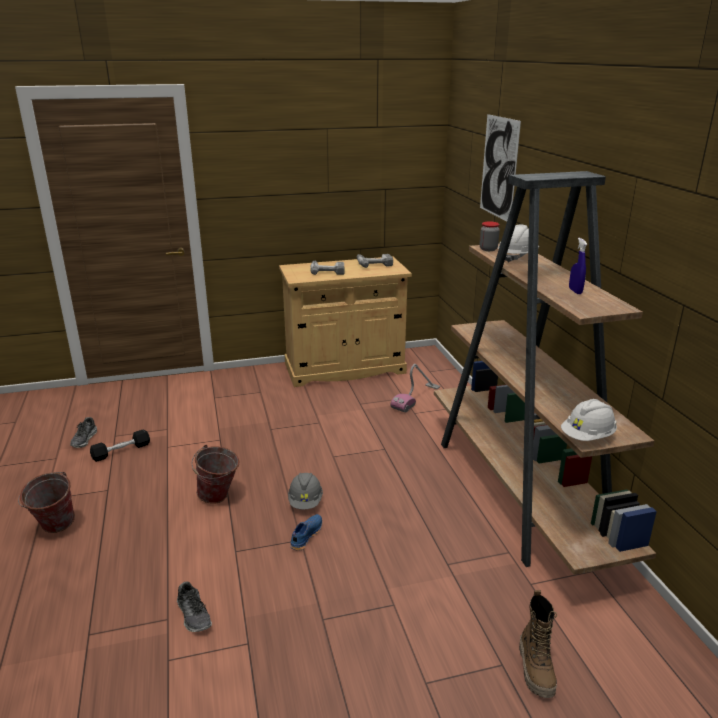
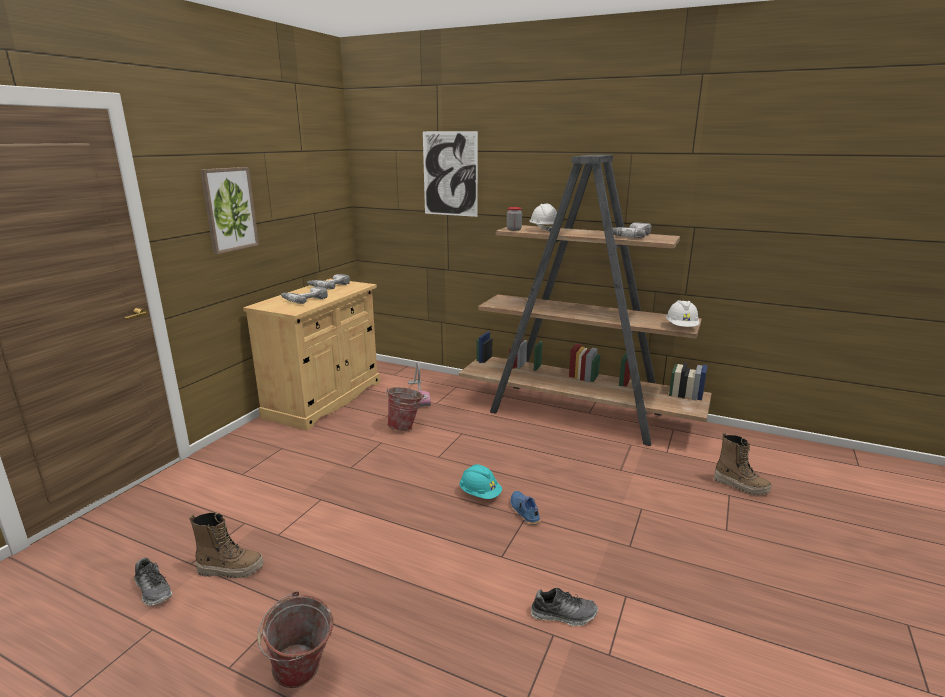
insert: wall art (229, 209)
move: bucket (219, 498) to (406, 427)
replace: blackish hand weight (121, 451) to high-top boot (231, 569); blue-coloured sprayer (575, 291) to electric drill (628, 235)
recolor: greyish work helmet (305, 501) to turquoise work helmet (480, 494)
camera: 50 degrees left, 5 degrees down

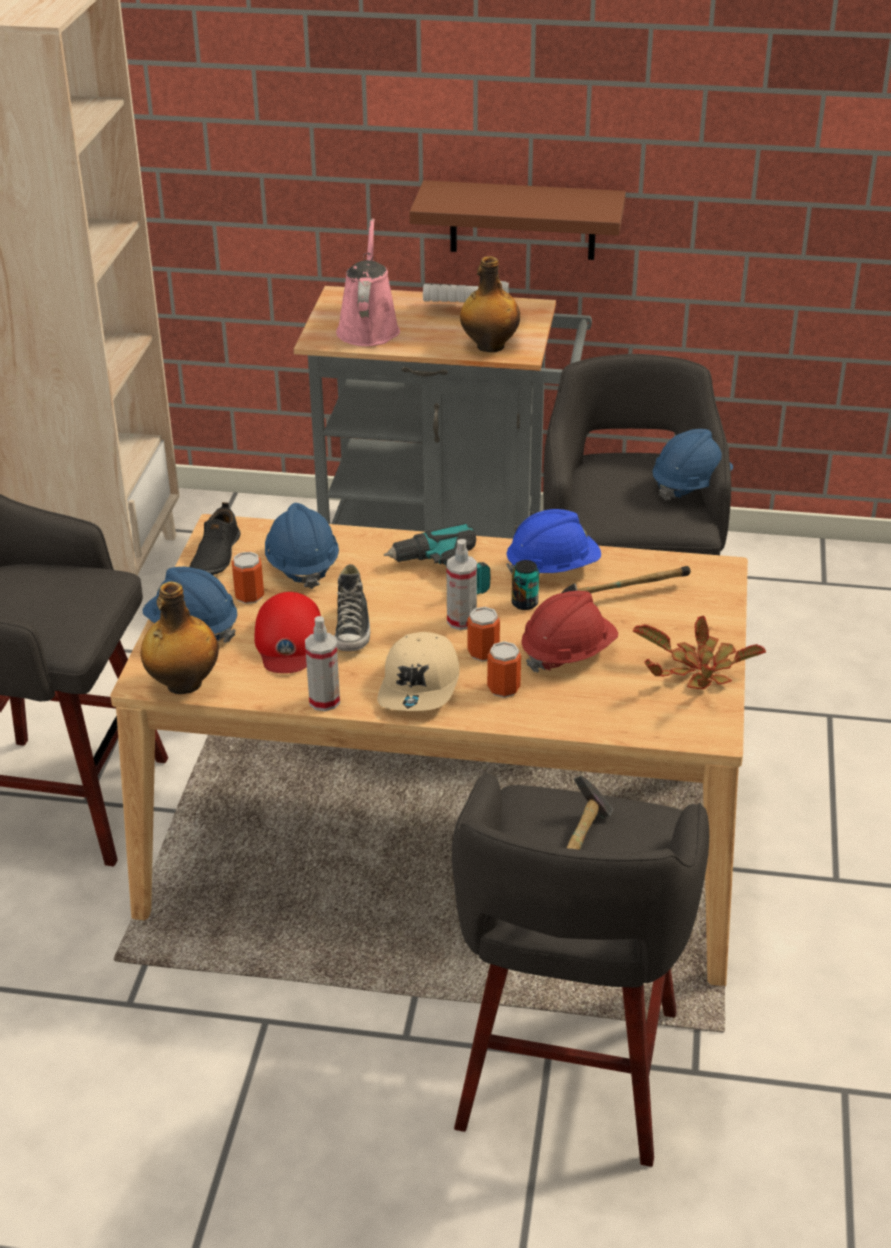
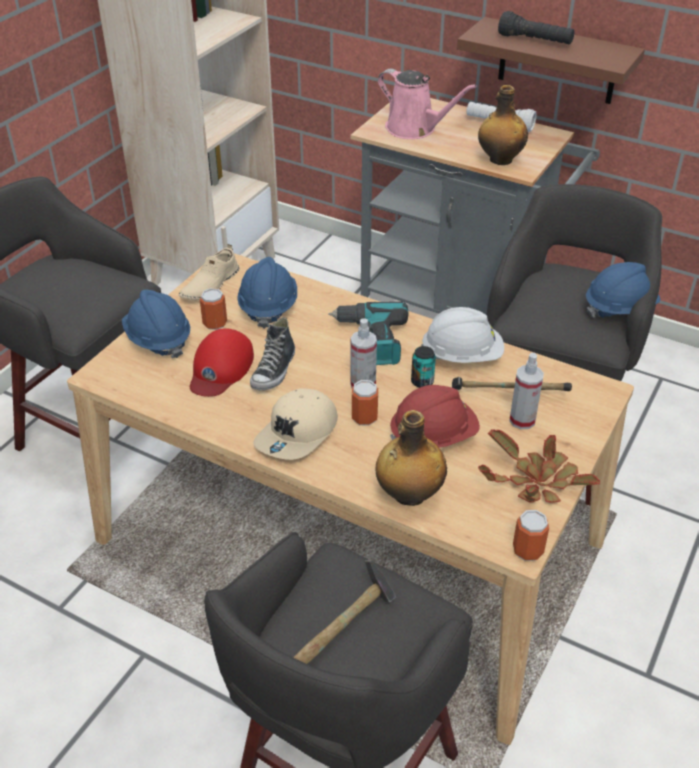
insert: blackish hand torch (535, 41)
move: beverage bottle (183, 684) to (408, 495); sprayer (324, 701) to (522, 420); sealed can (503, 688) to (527, 550)
recolor: blackish shoe (214, 556) to beige-coloured shoe (210, 285); blue-coloured work helmet (553, 568) to white work helmet (462, 356)
rotate: pink sprinkling can (368, 328) = (415, 129) 105 degrees clockwise
camera: 20 degrees right, 5 degrees up

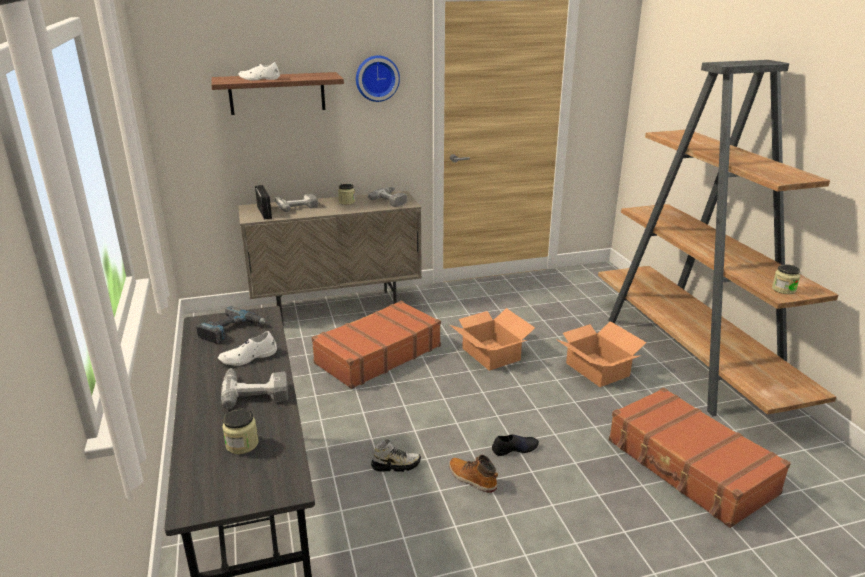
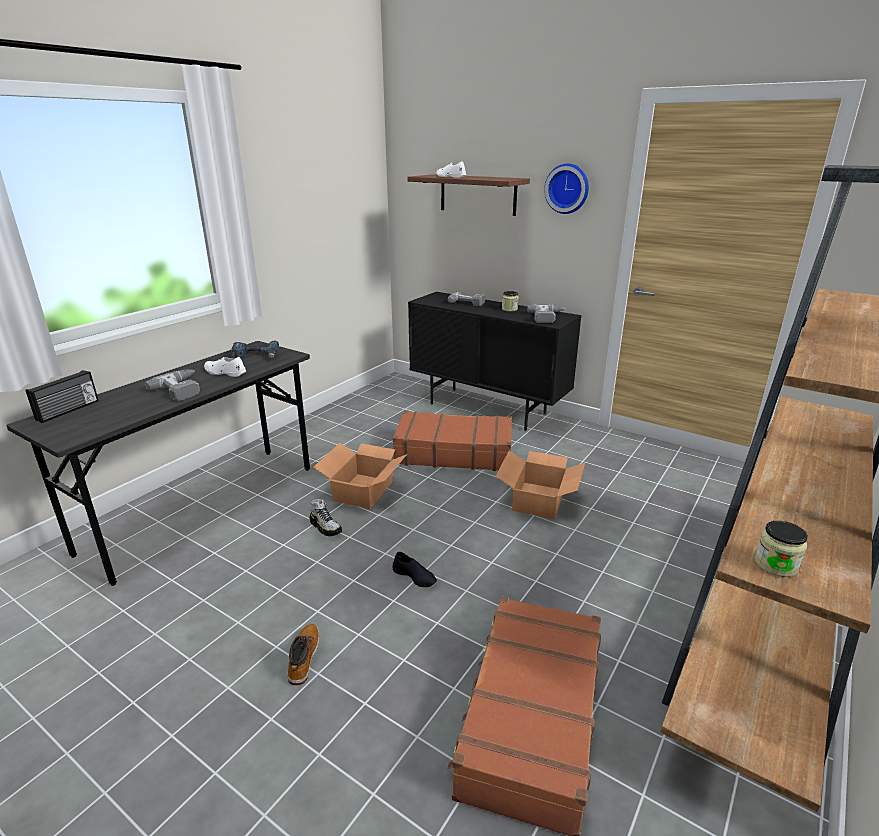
delete: jar (242, 444)
move: radio set (265, 212) to (68, 410); high-top boot (472, 479) to (303, 657); cardboard box (597, 369) to (364, 490)
recolor: beige-coloured cabinet (337, 308) to blackish cabinet (487, 409)
camera: 50 degrees right, 0 degrees up

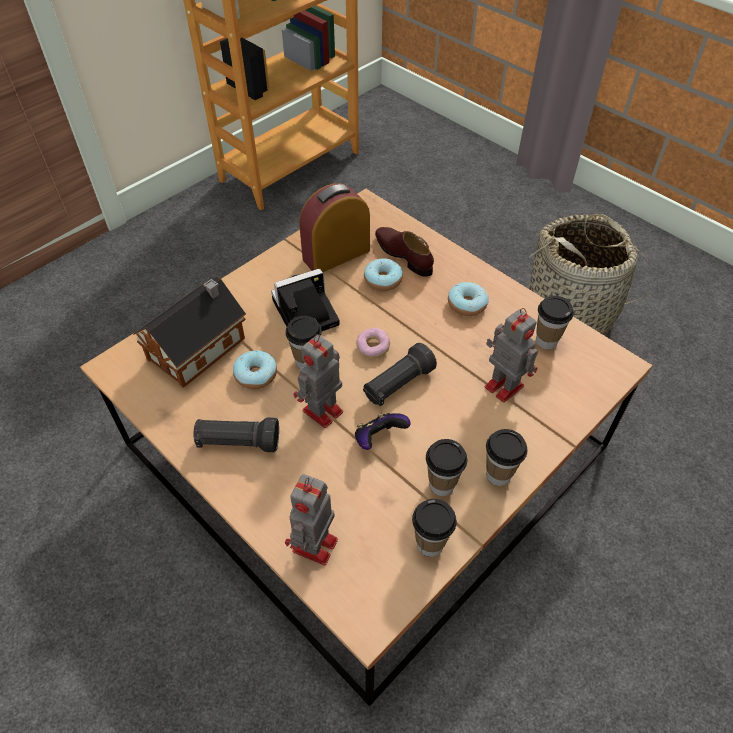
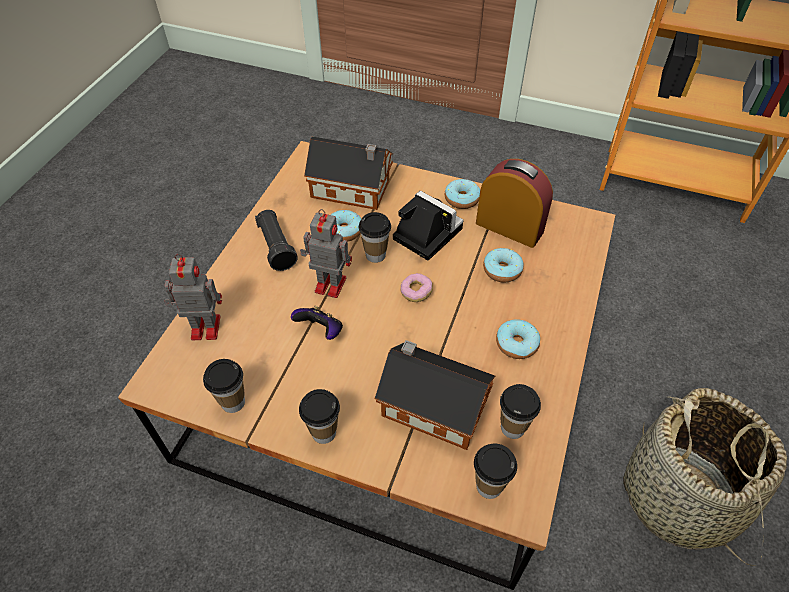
delete: blackish hand torch (398, 384); brownish shoe (403, 255)
insert: donut (462, 199)
move: drinking cup (441, 485) to (489, 486)
replace: robot figure (502, 385) to miniature house (430, 405)
camera: 65 degrees right, 0 degrees up

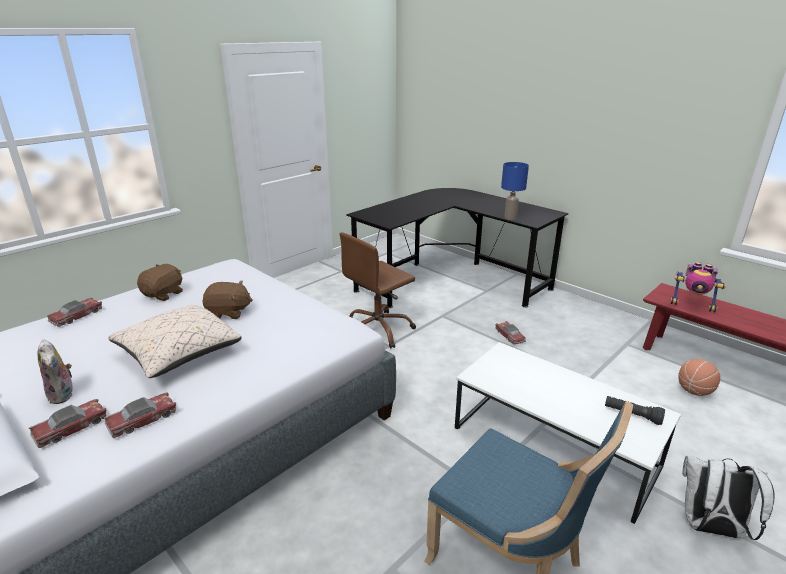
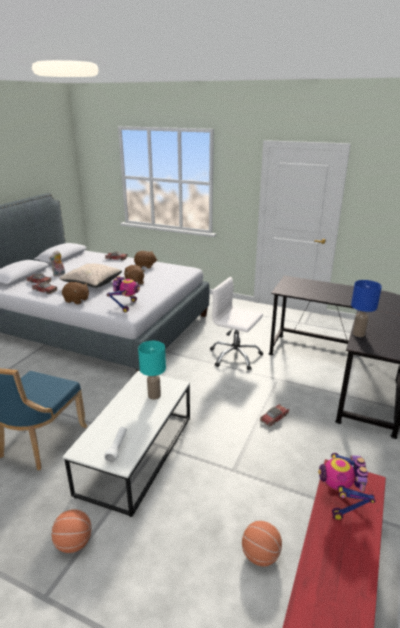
insert: brownish plush toy (76, 300); robot figure (126, 306); turquoise tabletop lamp (154, 396)
replace: white rucksack (710, 528) to basketball ball (73, 543)
recolor: brownish desk chair (378, 330) to white desk chair (235, 356); blackish hand torch (632, 415) to white hand torch (117, 448)
camera: 70 degrees right, 0 degrees up

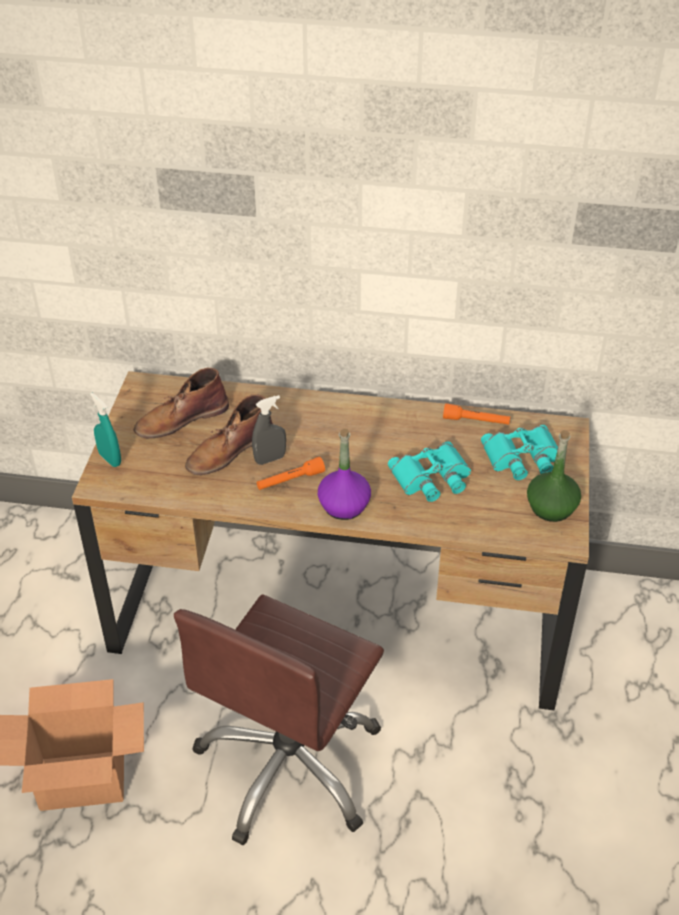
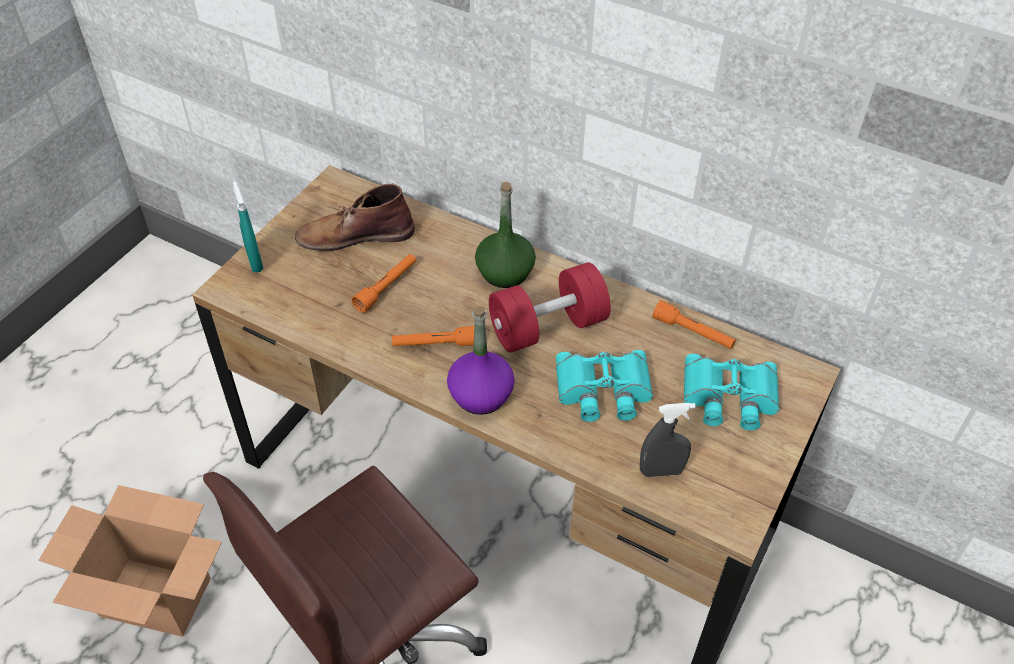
insert: red-coloured hand weight (547, 327)
move: greyish sprayer (270, 459) to (661, 471); green-coloured beverage bottle (551, 507) to (505, 272)
replace: brownish high-top boot (229, 450) to orange hand torch (386, 287)
camera: 20 degrees right, 5 degrees up

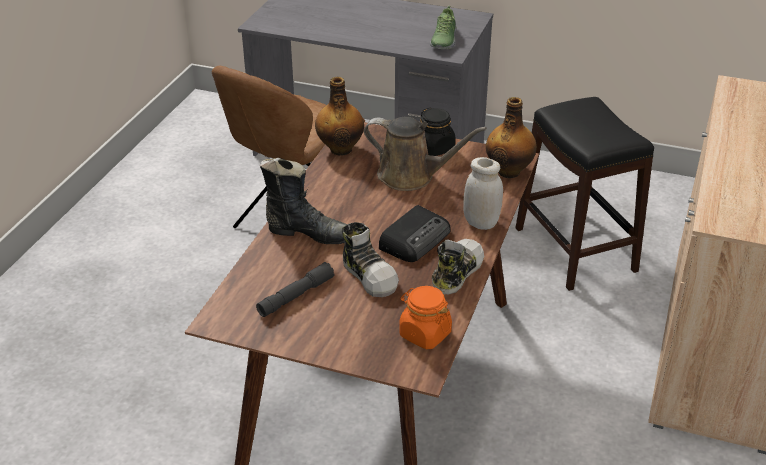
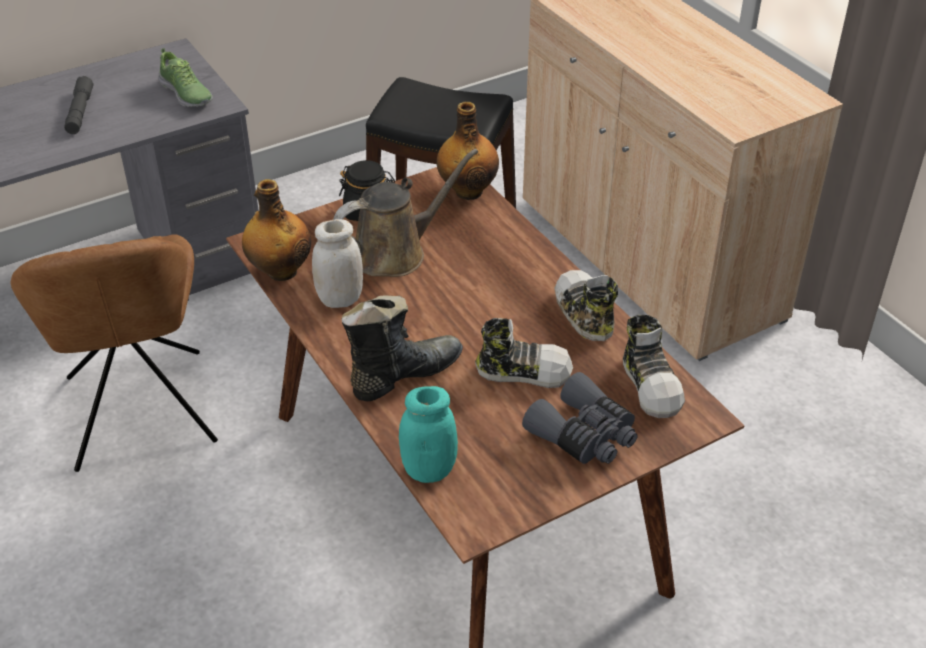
delete: radio set (415, 239)
insert: turquoise jar (429, 470); greyish binoculars (584, 435)
move: greyish hand torch (296, 296) to (80, 112); white jar (481, 223) to (340, 299)
replace: orange jar (424, 334) to shoe (651, 385)
camera: 50 degrees left, 5 degrees up

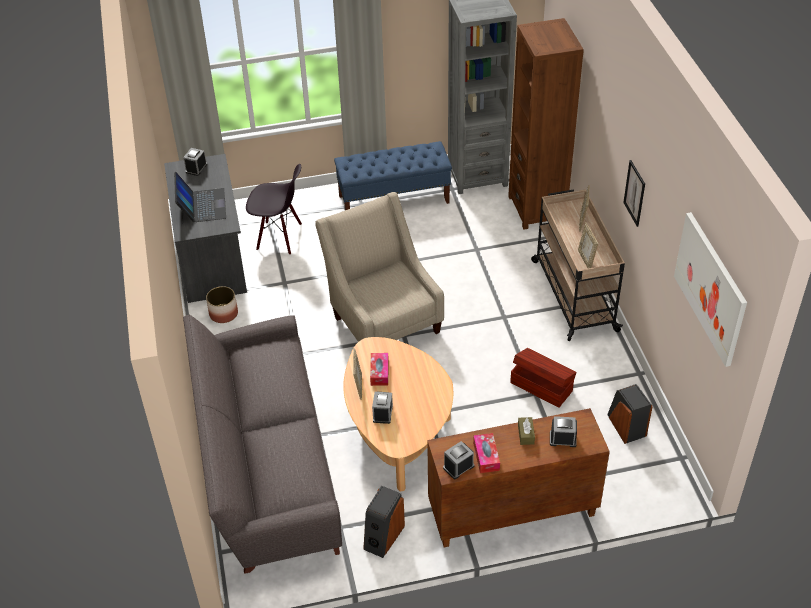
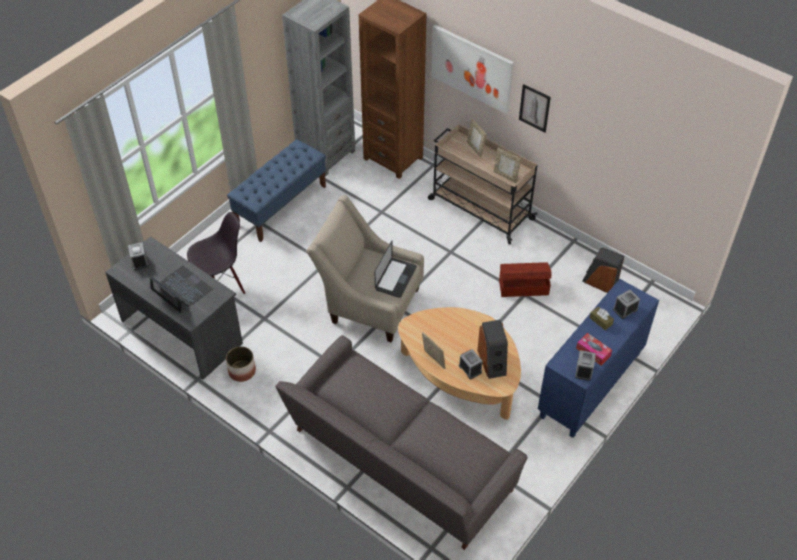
delete: tissue box (379, 372)
insert: notebook computer (396, 278)
move: loudspeaker (383, 536) to (492, 362); wall art (710, 288) to (472, 68)
recolor: brownish cabinet (512, 513) to blue-coloured cabinet (590, 386)
camera: 40 degrees left, 5 degrees up

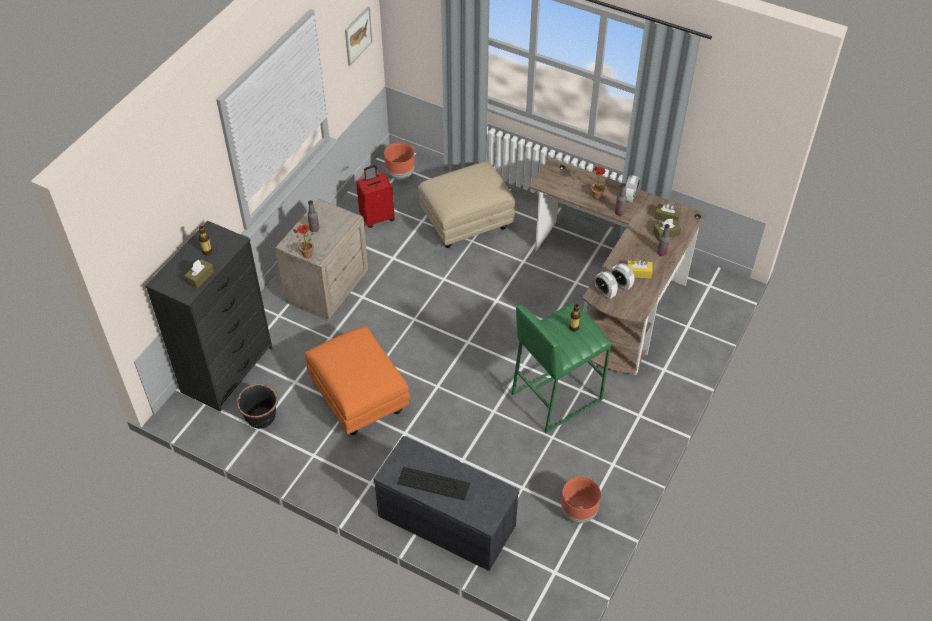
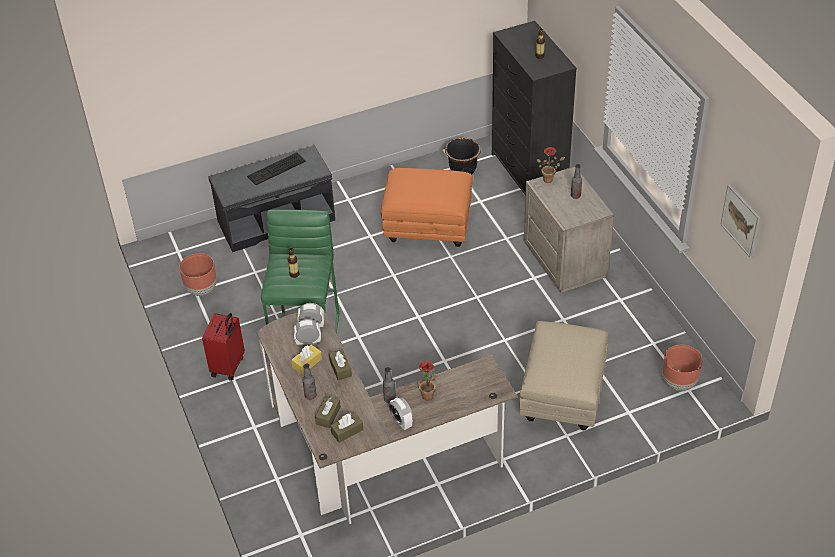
move: brownish tissue box (200, 277) to (340, 368); red-coloured suitcase (377, 218) to (229, 367)
camera: 130 degrees right, 5 degrees down

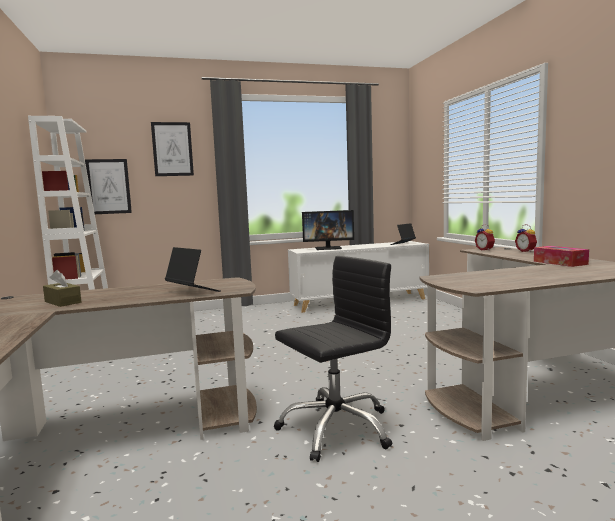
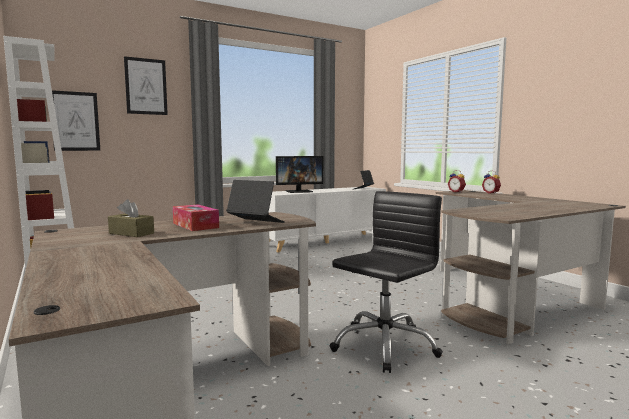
move: tissue box (560, 263) to (195, 225)
camera: 15 degrees left, 0 degrees up

